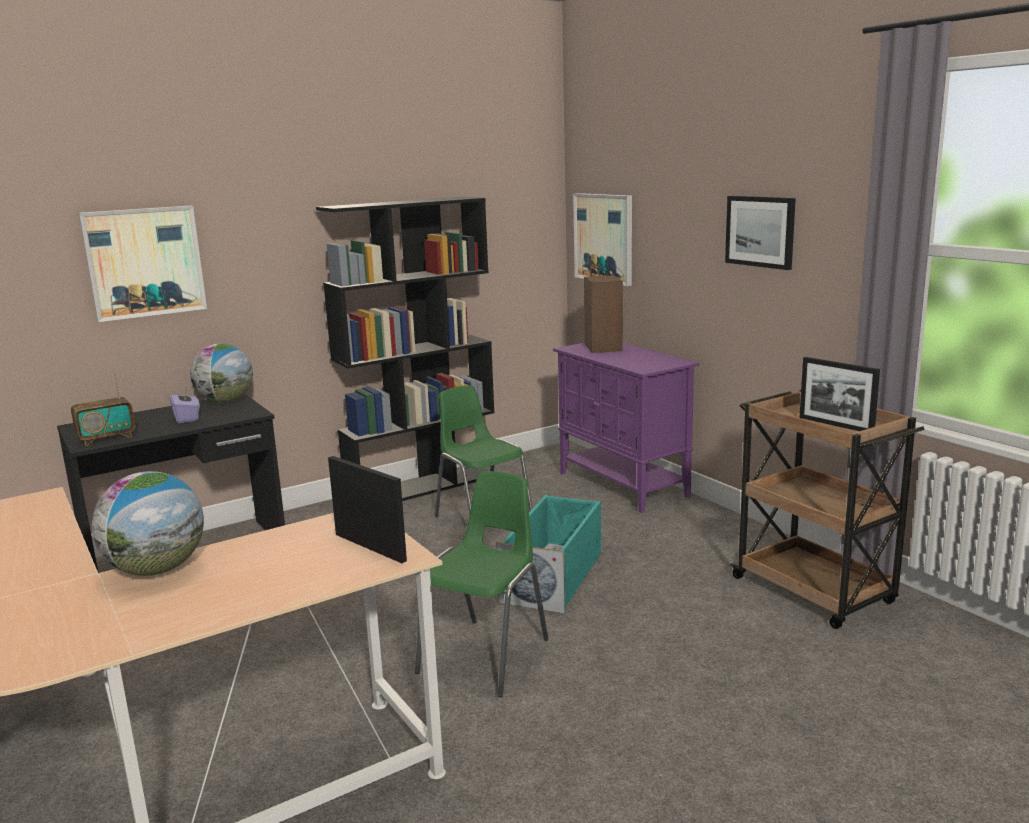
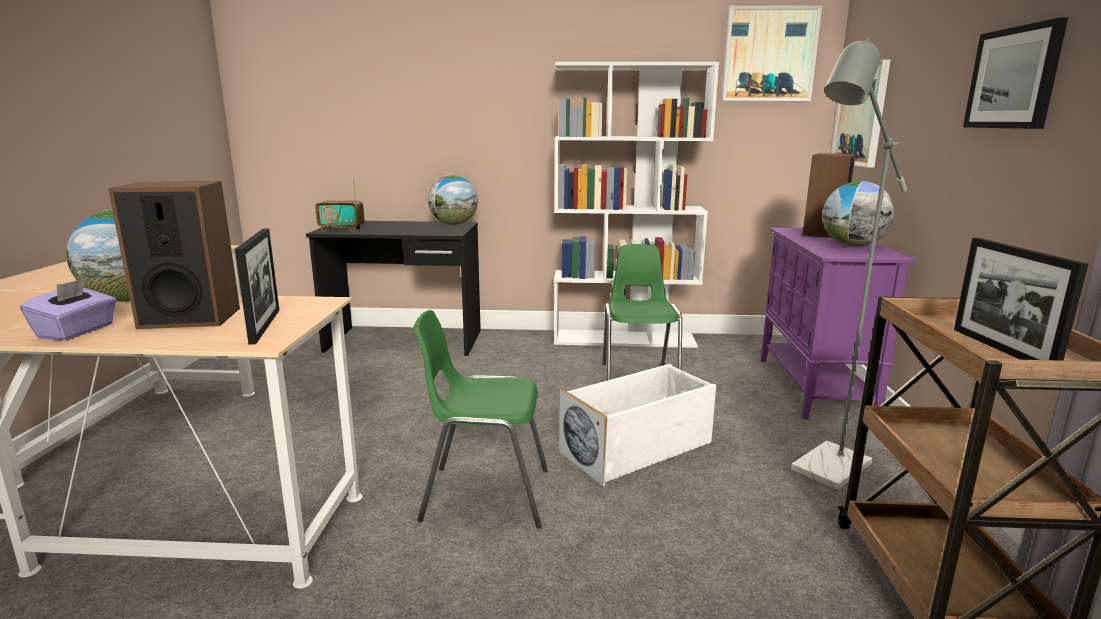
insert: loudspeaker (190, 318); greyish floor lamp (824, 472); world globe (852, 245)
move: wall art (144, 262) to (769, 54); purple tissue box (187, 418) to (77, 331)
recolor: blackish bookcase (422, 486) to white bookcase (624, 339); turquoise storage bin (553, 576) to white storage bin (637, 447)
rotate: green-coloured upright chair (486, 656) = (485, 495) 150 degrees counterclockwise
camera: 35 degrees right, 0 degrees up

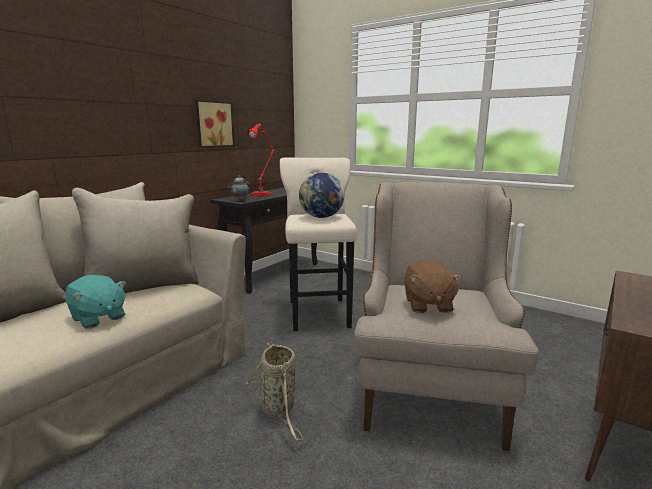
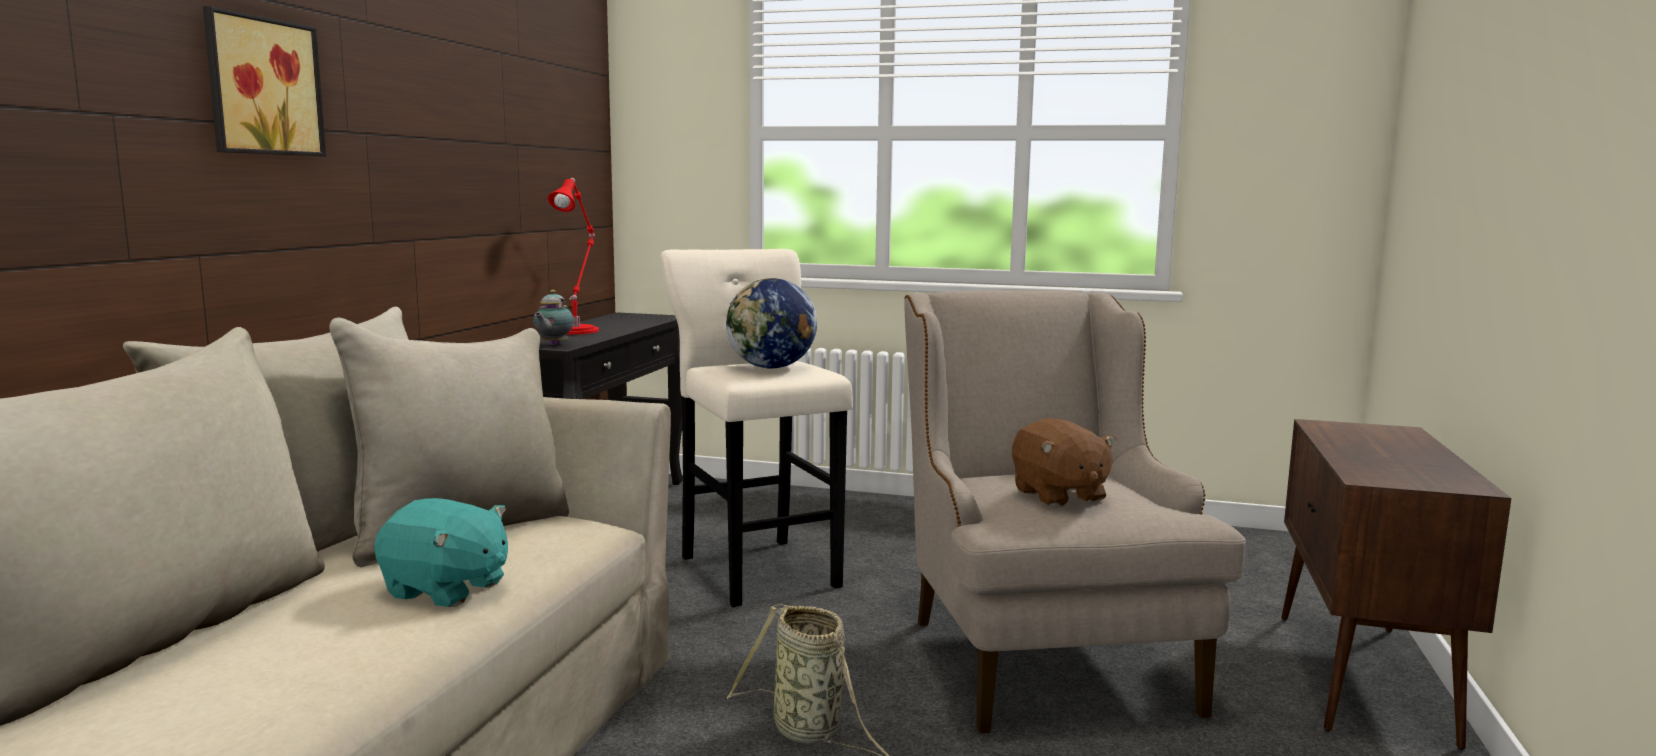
move: wall art (213, 124) to (260, 86)
camera: 20 degrees left, 5 degrees down

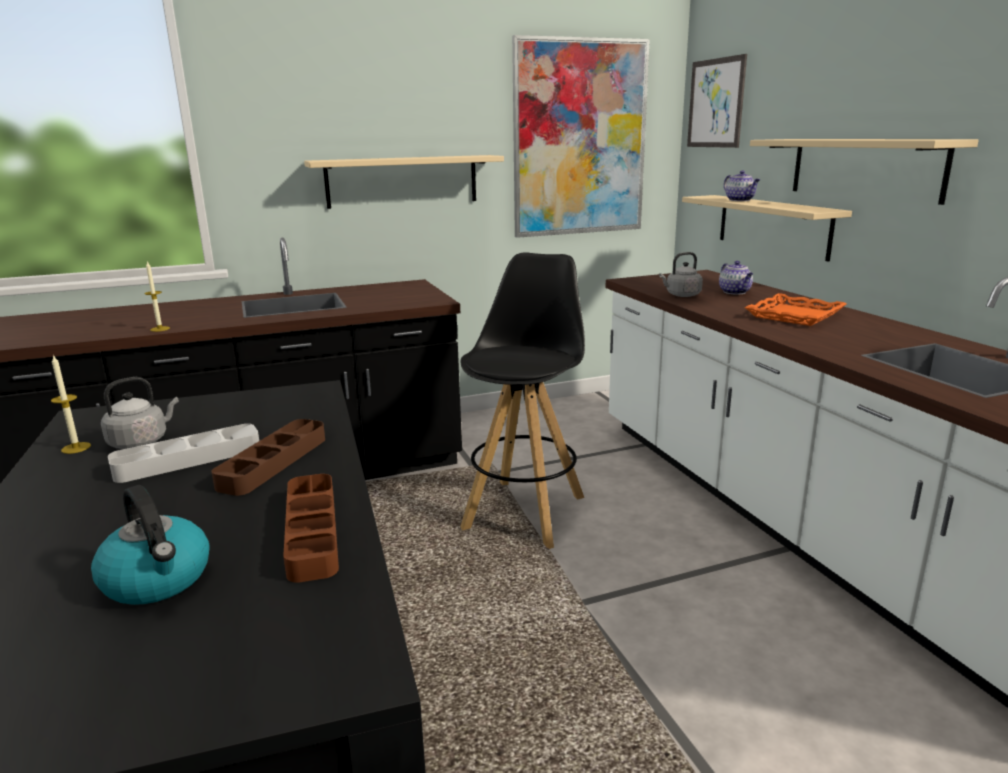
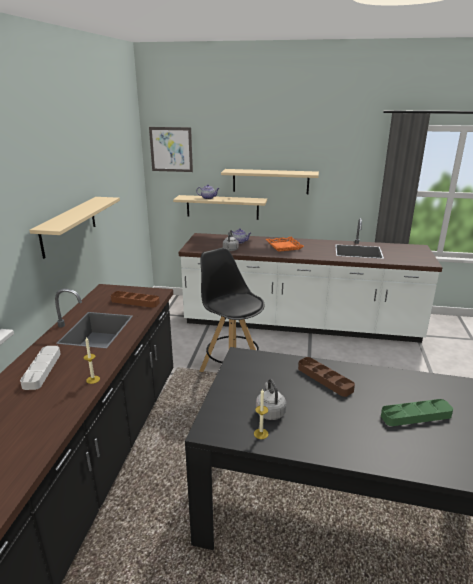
delete: wall art (580, 139)
move: greyish serving tray (188, 459) to (42, 370); brownish serving tray (312, 532) to (135, 302)
replace: tea kettle (158, 580) to green-coloured serving tray (416, 415)
camera: 60 degrees left, 5 degrees up

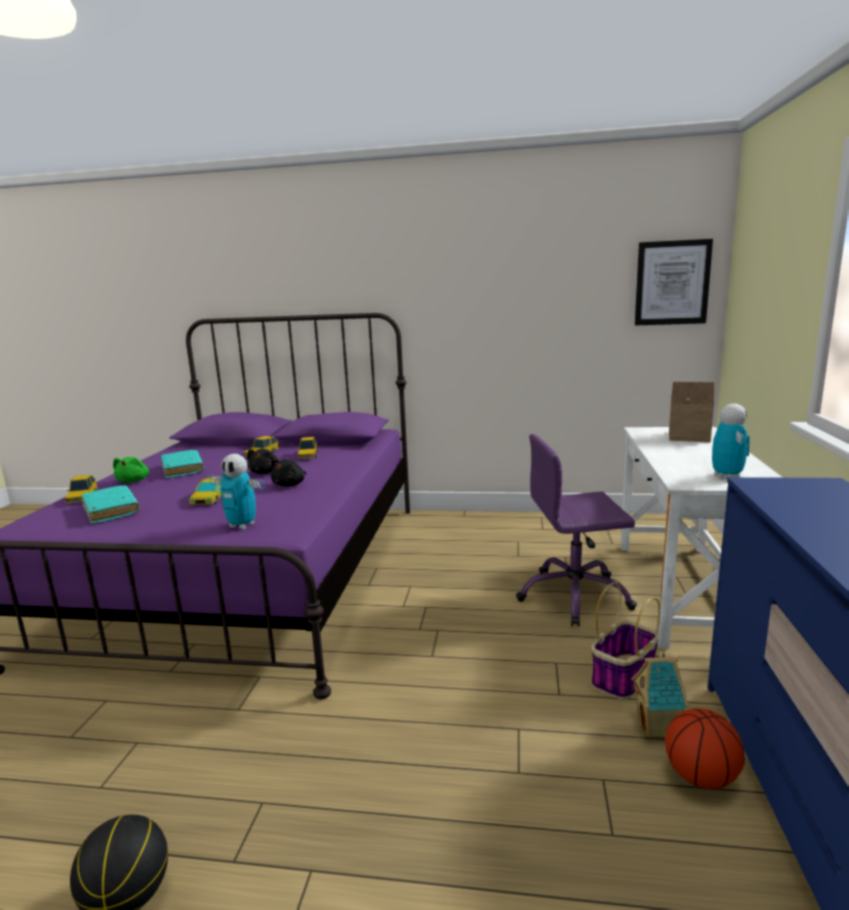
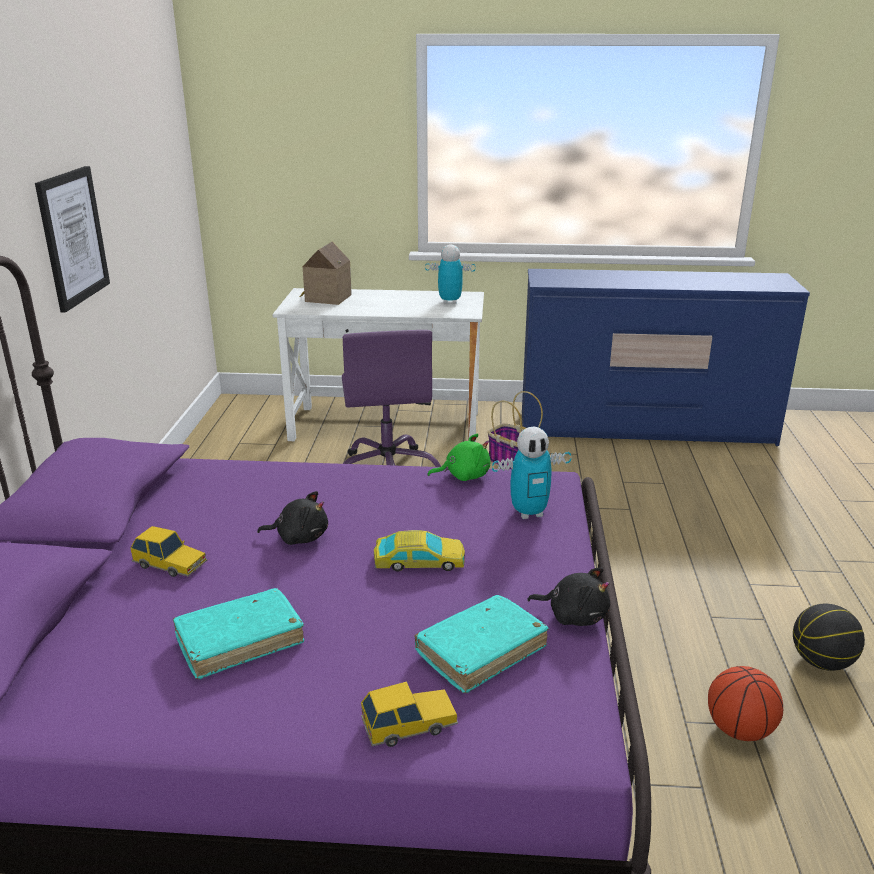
delete: miniature car (308, 455); miniature house (657, 728)
move: green-coloured plush toy (134, 481) to (464, 476); blackish plush toy (290, 484) to (574, 615); wall art (672, 283) to (73, 237); basketball ball (700, 777) to (739, 730)
rotate: robot figure (242, 525) = (529, 513) 60 degrees clockwise
camera: 95 degrees left, 10 degrees up

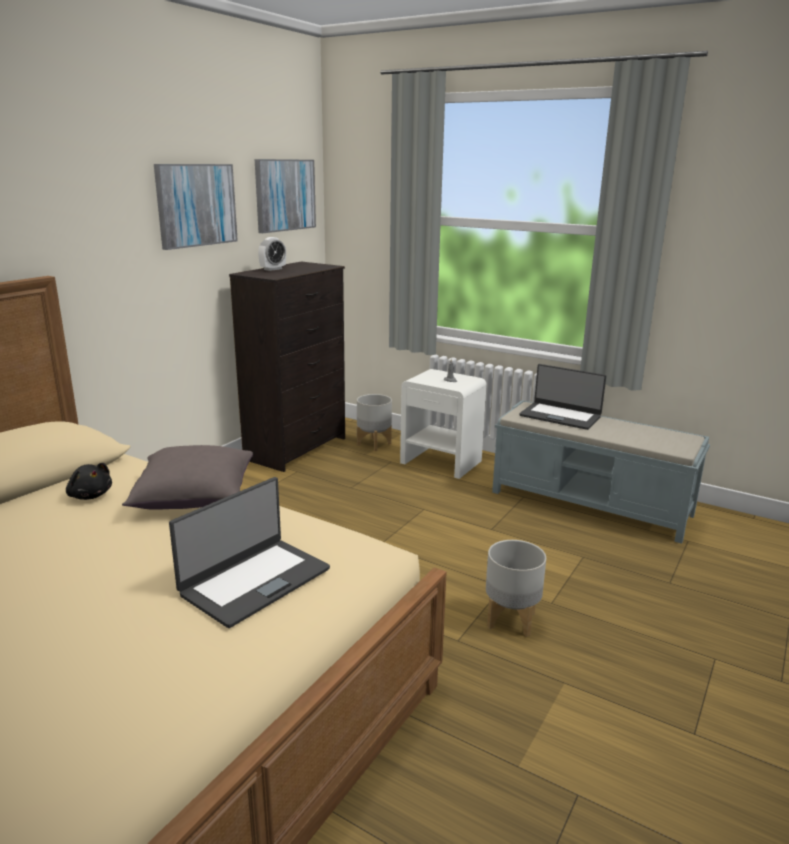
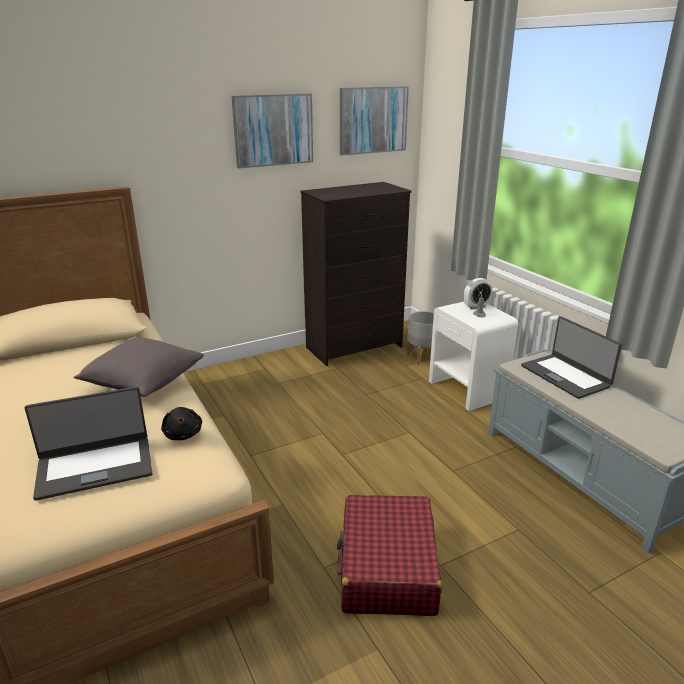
move: blackish plush toy (90, 495) to (183, 434); alarm clock (273, 269) to (476, 306)
replace: greyish flower pot (512, 620) to red-coloured suitcase (387, 567)
camera: 30 degrees right, 5 degrees up

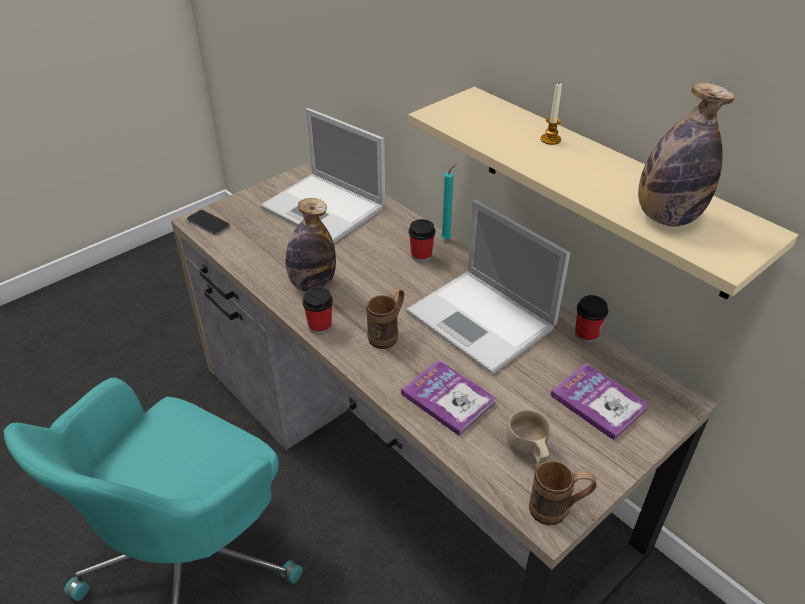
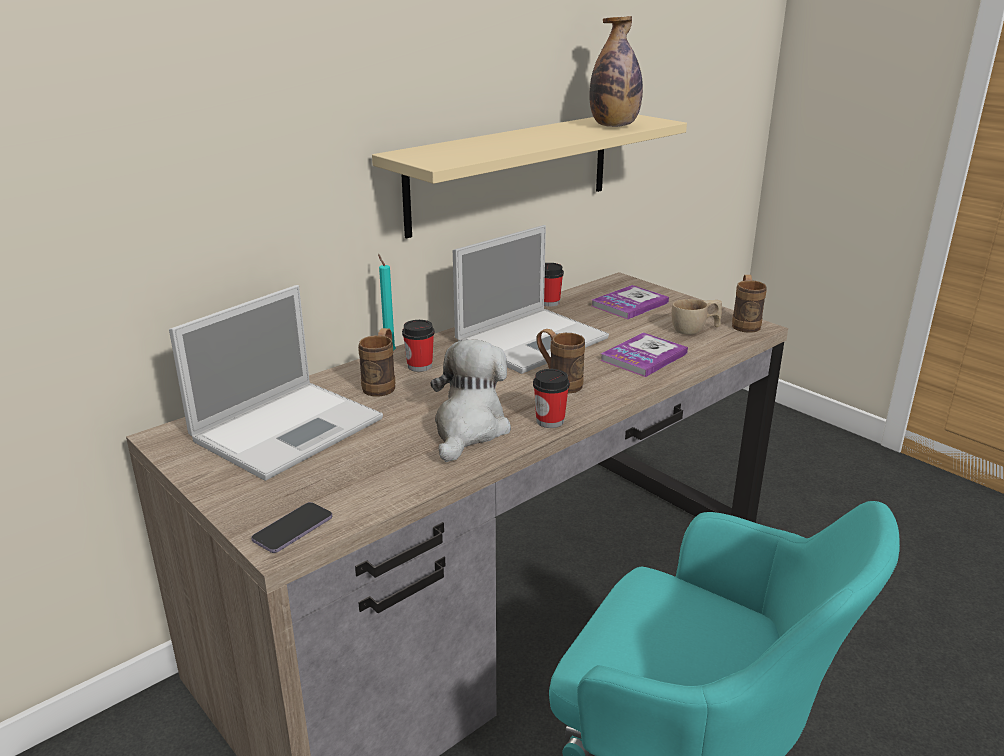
delete: candle (550, 139)
insert: brownish mug (382, 385)
replace: beverage bottle (312, 284) to plush toy (469, 429)
camera: 90 degrees left, 15 degrees down

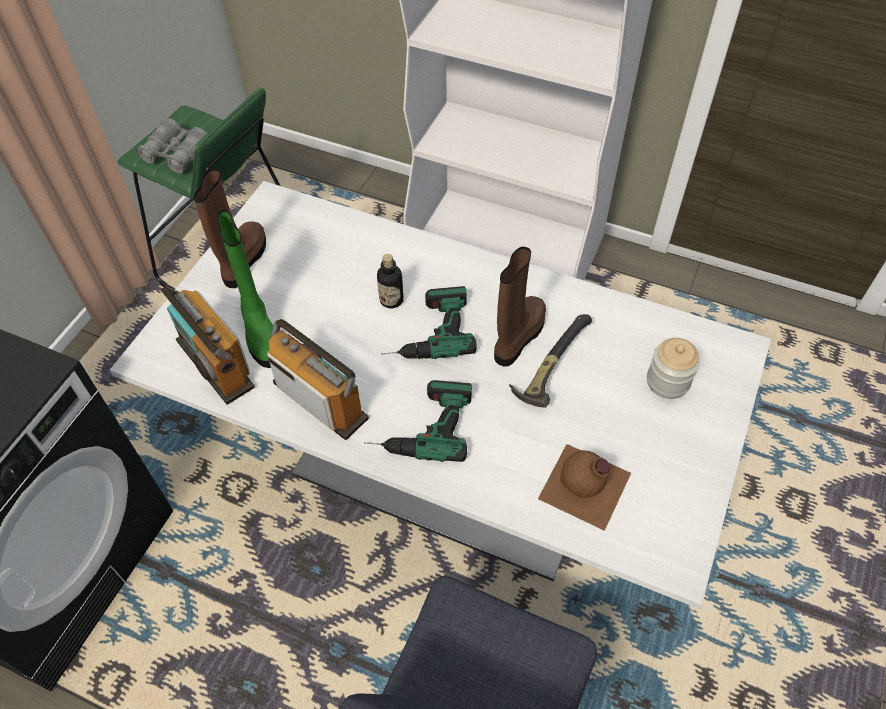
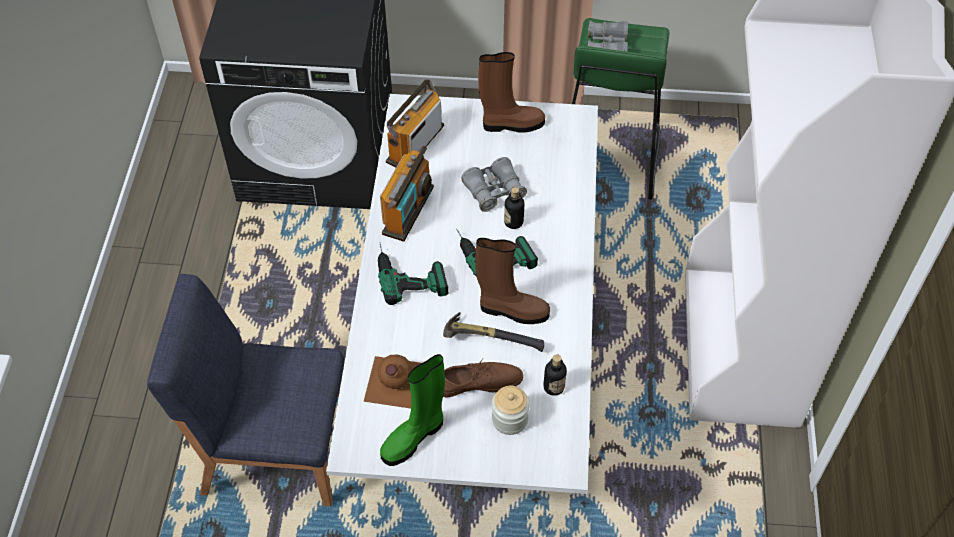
insert: brownish shoe (479, 382); greyish binoculars (494, 191); beverage bottle (554, 387)
move: green-coloured high-top boot (260, 332) to (414, 437)
camera: 70 degrees right, 0 degrees up

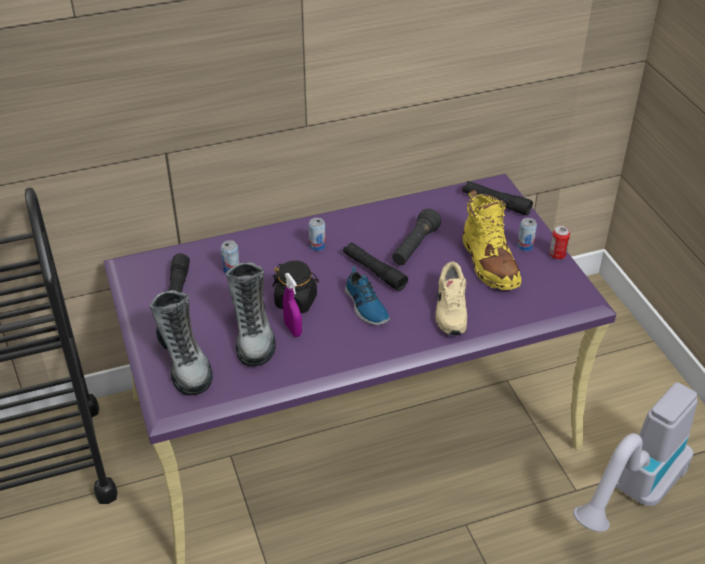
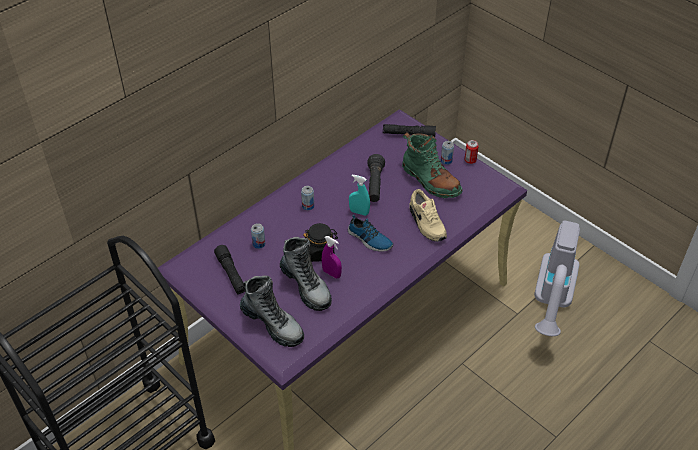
replace: blackish hand torch (374, 271) to turquoise sprayer (359, 212)
recolor: yellow-coloured high-top boot (489, 263) to green-coloured high-top boot (430, 180)
camera: 25 degrees left, 5 degrees up

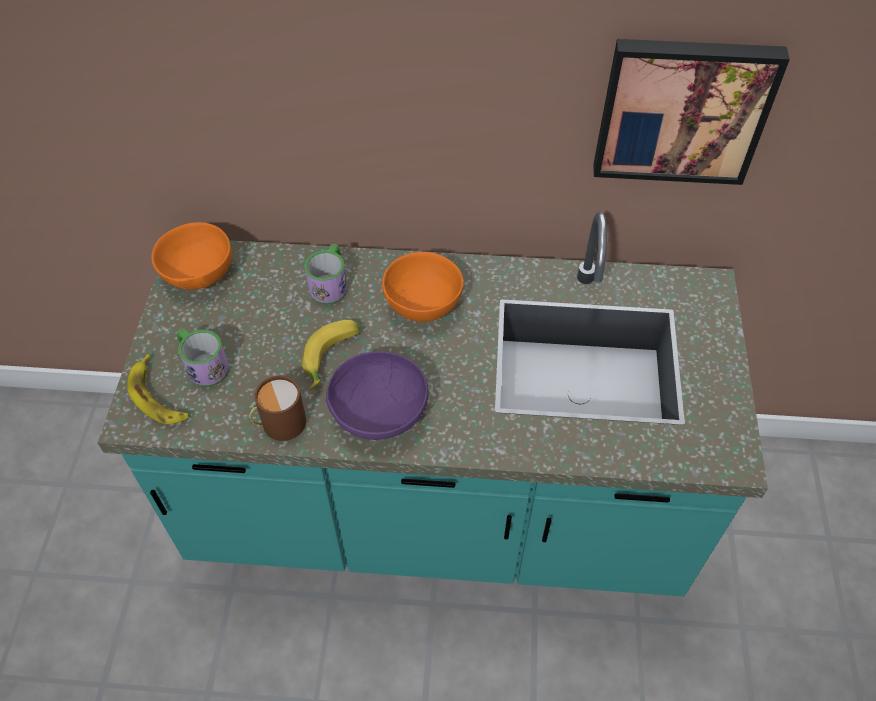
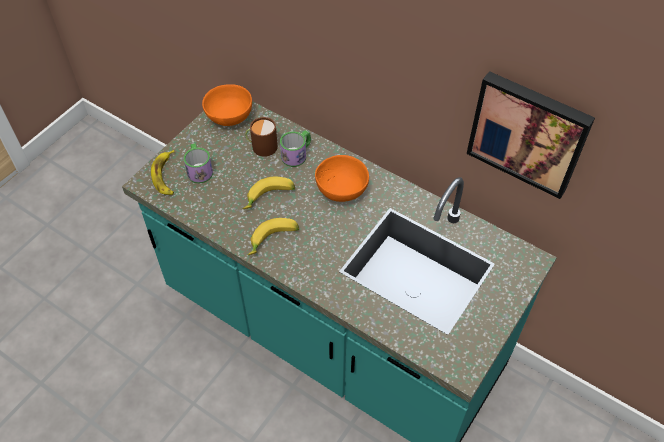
move: brownish mug (279, 423) to (262, 146)
replace: purple bowl (379, 413) to banana (273, 240)
camera: 30 degrees right, 0 degrees up

